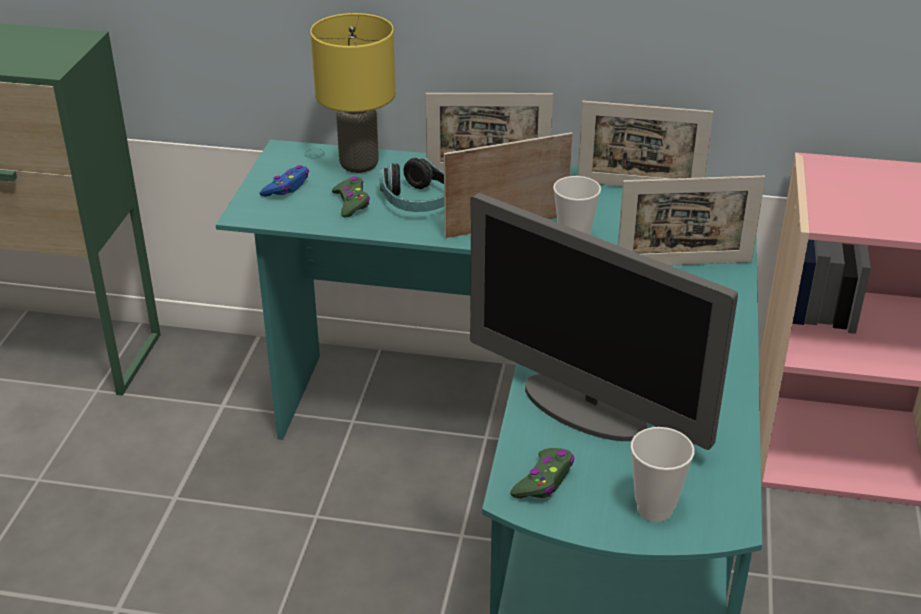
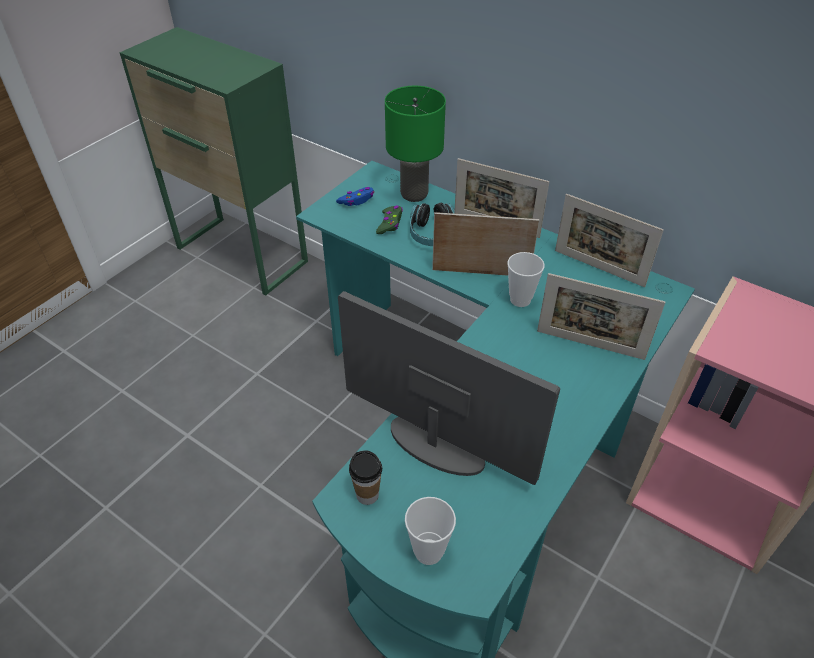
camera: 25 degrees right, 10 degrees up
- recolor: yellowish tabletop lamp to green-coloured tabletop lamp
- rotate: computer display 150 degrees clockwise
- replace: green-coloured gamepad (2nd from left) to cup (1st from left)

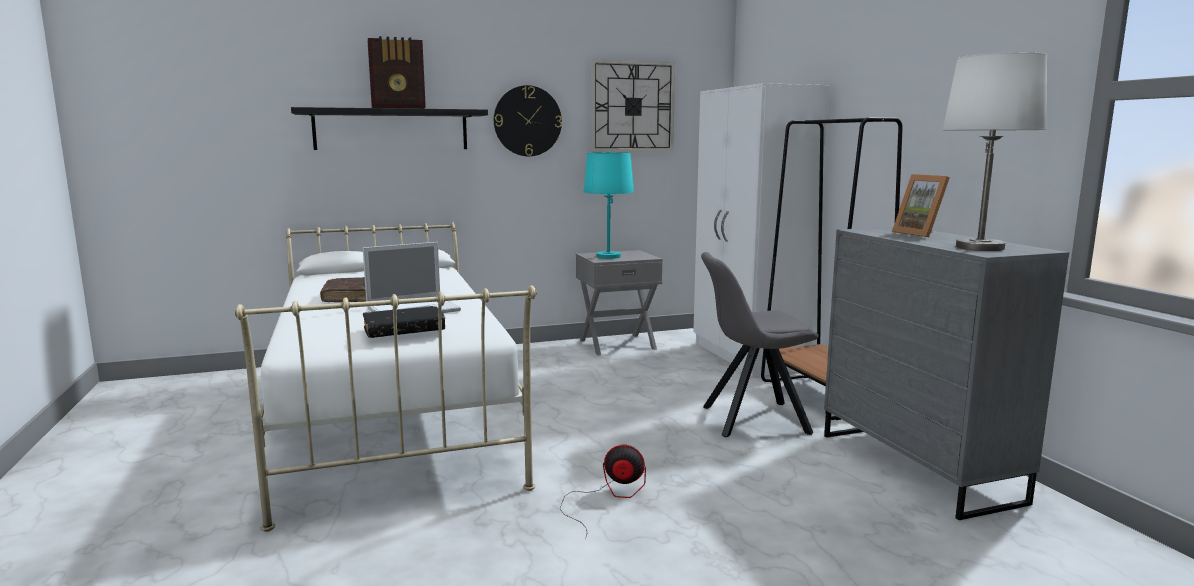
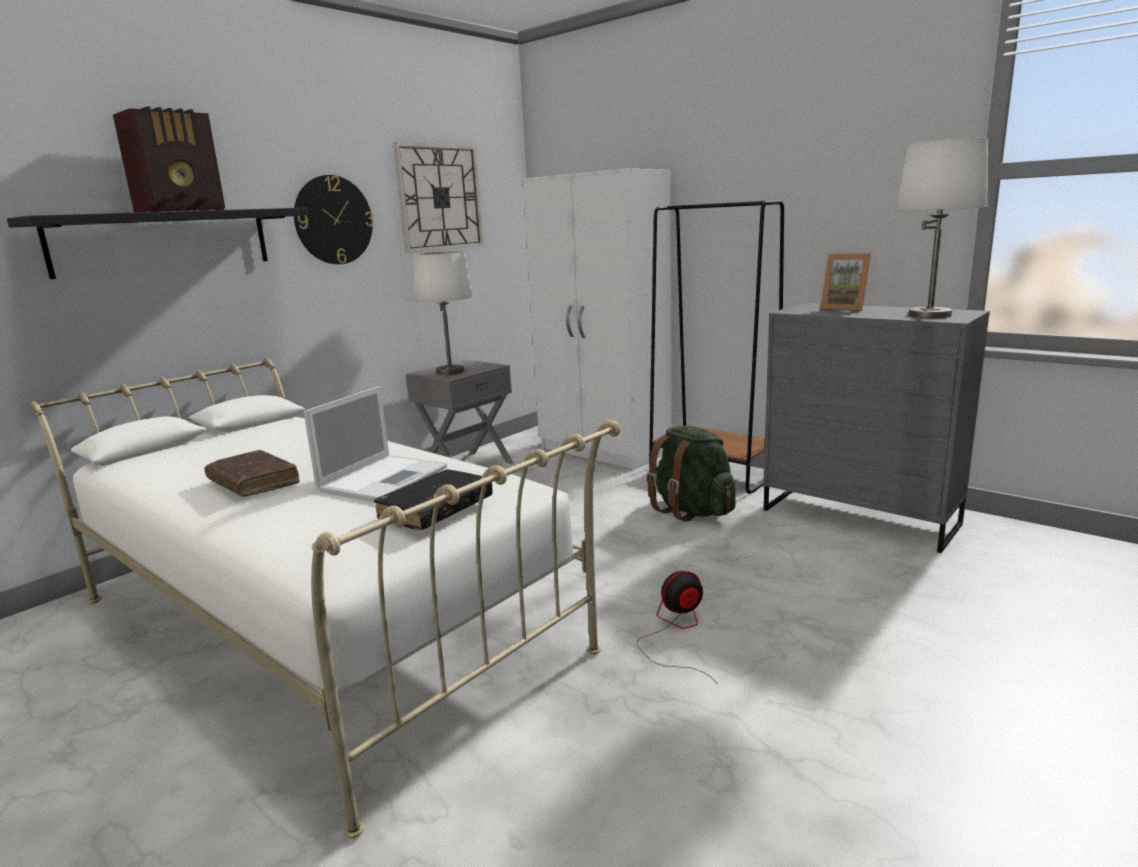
camera: 30 degrees left, 5 degrees up
- recolor: turquoise tabletop lamp to white tabletop lamp (1st from left)
- replace: greyish plain chair to green-coloured backpack

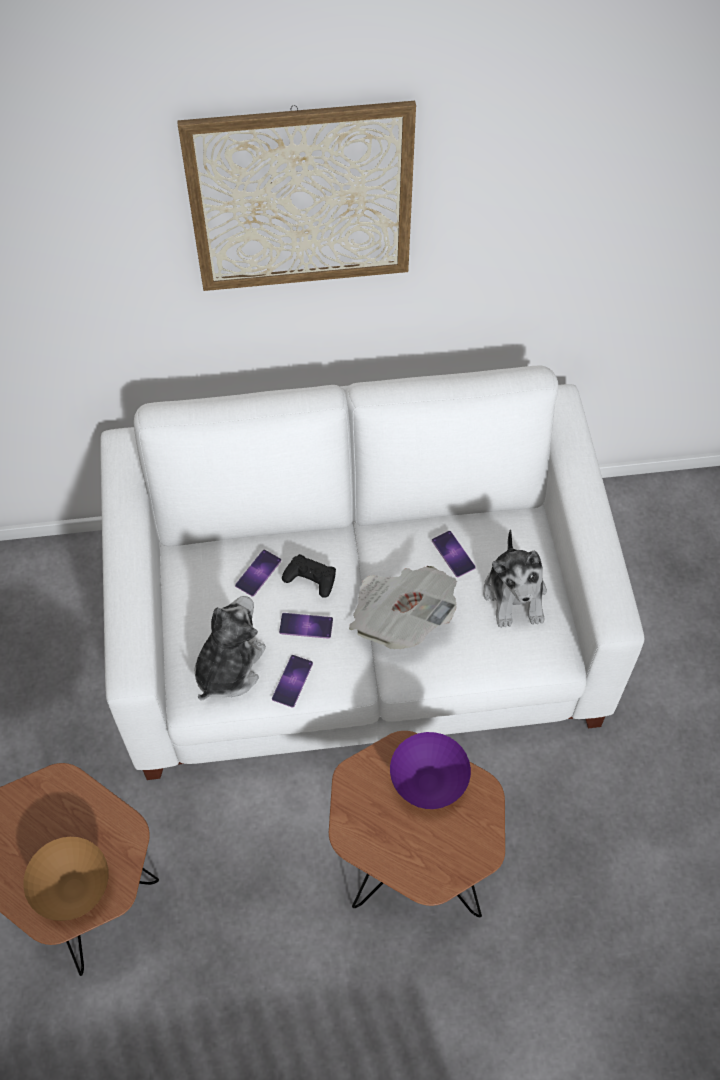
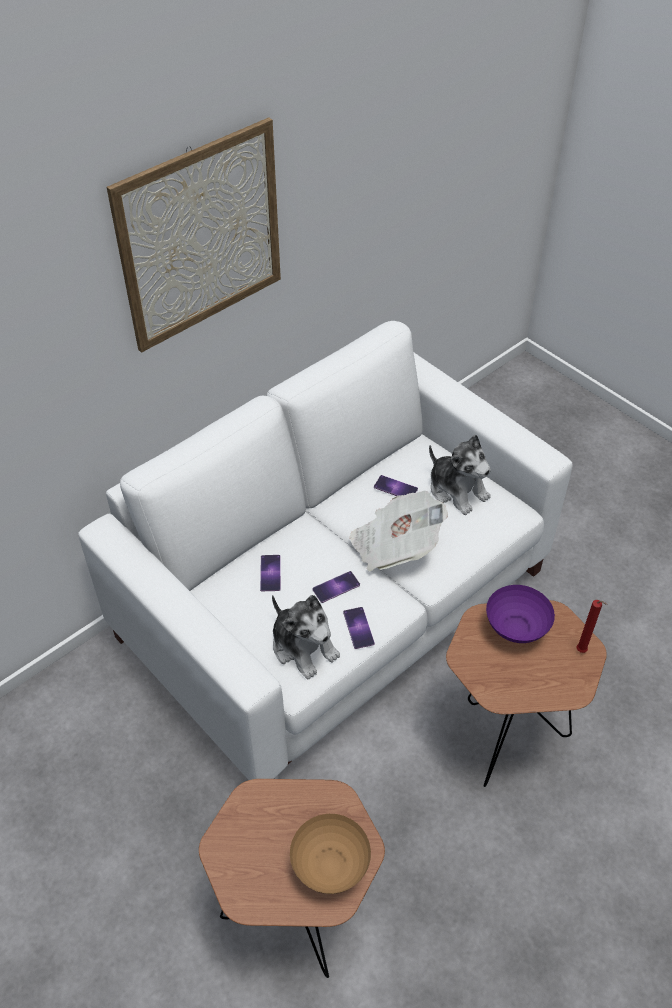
camera: 35 degrees left, 10 degrees down
- delete: black gamepad
- rotate: plush toy (1st from left) 150 degrees clockwise
- insert: red-coloured wax candle

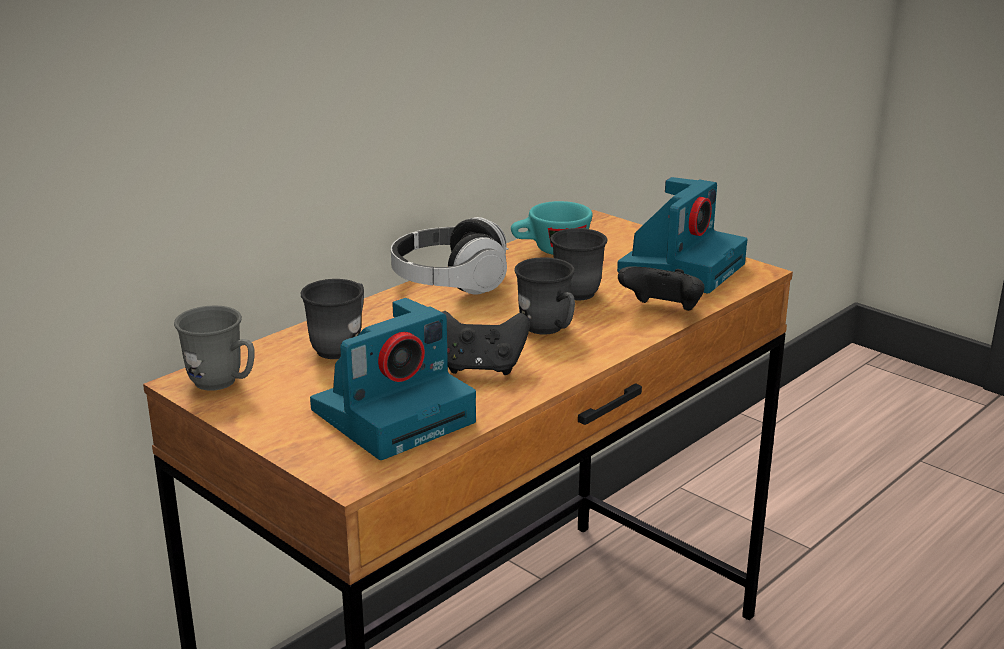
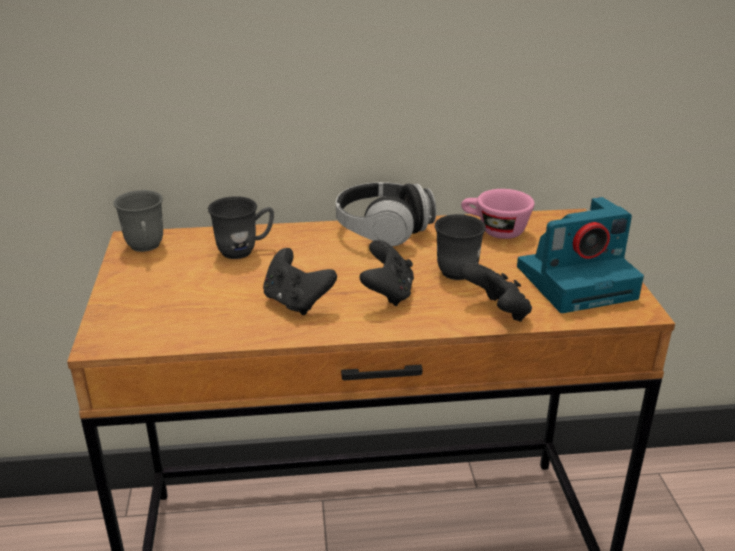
camera: 40 degrees right, 5 degrees up
- recolor: turquoise cup to pink cup
- replace: greyish coffee mug (3rd from left) to black gamepad (2nd from left)
- delete: still camera (1st from left)

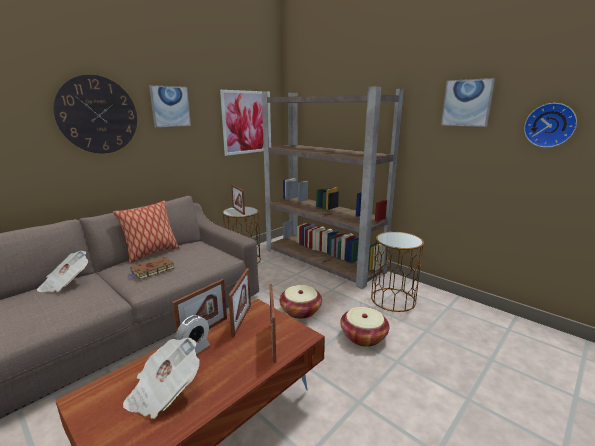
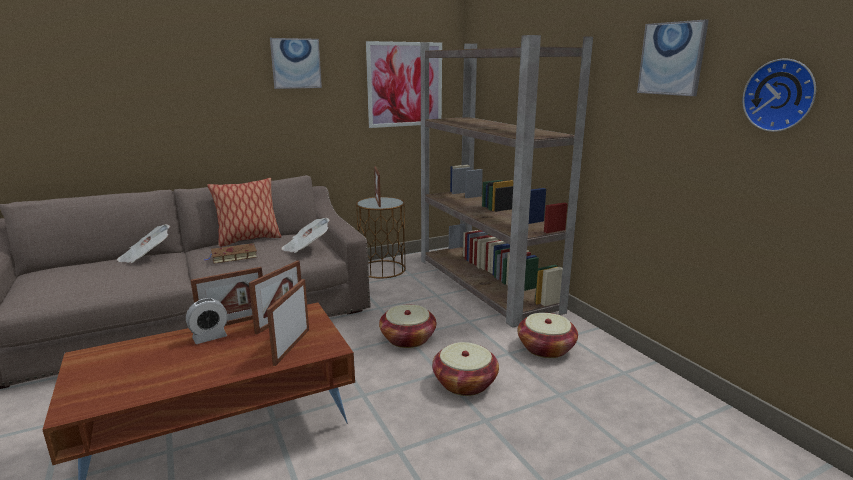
camera: 20 degrees right, 0 degrees up
- delete: wall clock (1st from left)
- replace: brown-coloured side table (2nd from left) to basket (3rd from left)
- move: daily paper (2nd from left)

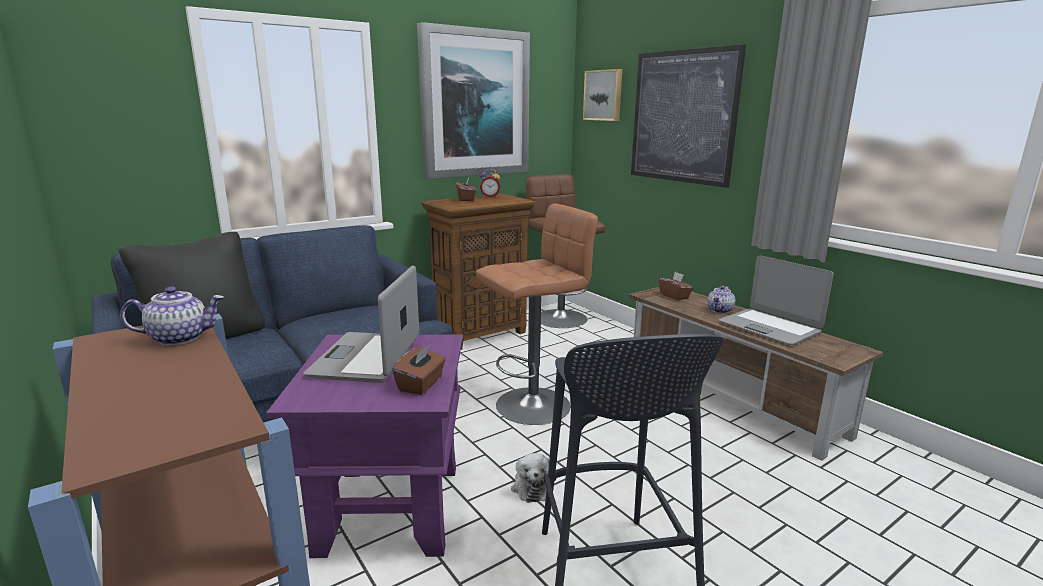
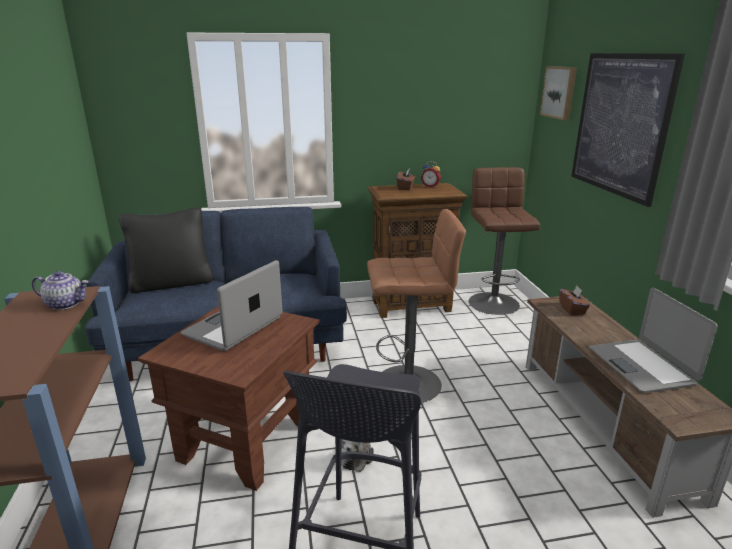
camera: 25 degrees right, 5 degrees up
- delete: wall art (1st from left)
- delete: teapot (2nd from left)
- recolor: purple-coloured side table to brown-coloured side table
- delete: brown-coloured box of tissues (1st from left)

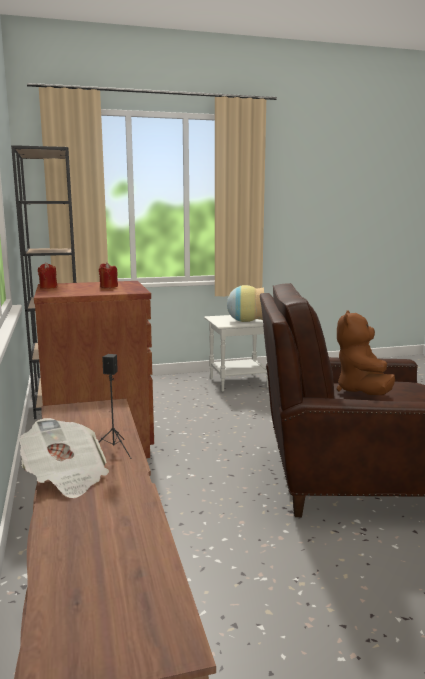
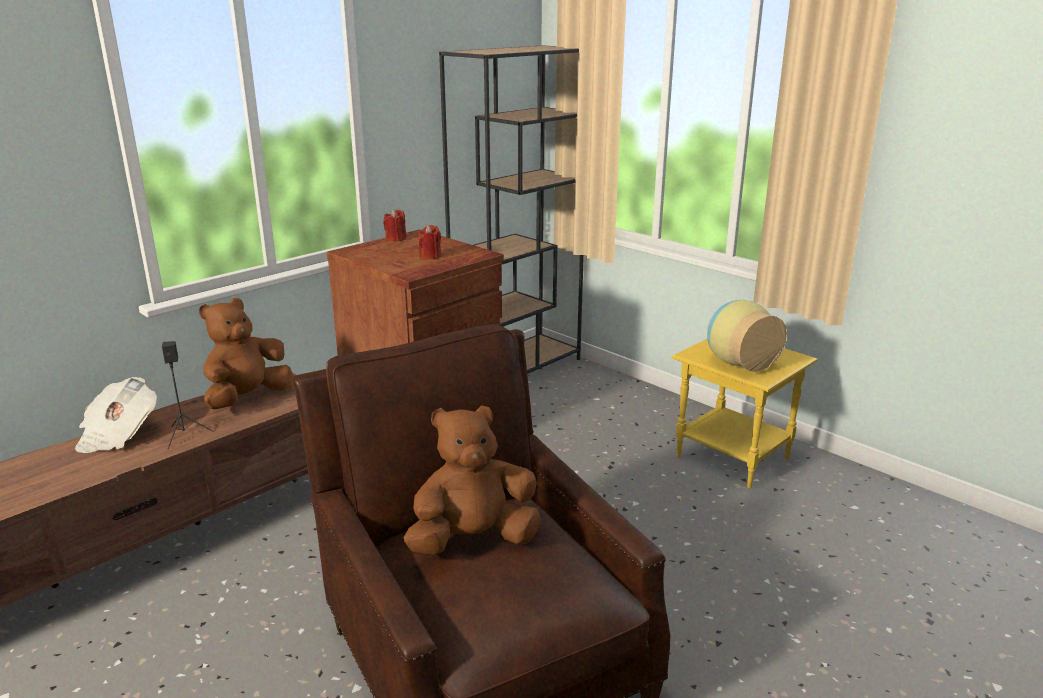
camera: 60 degrees right, 10 degrees up
- recolor: white side table to yellowish side table
- insert: brown-coloured plush toy (1st from left)

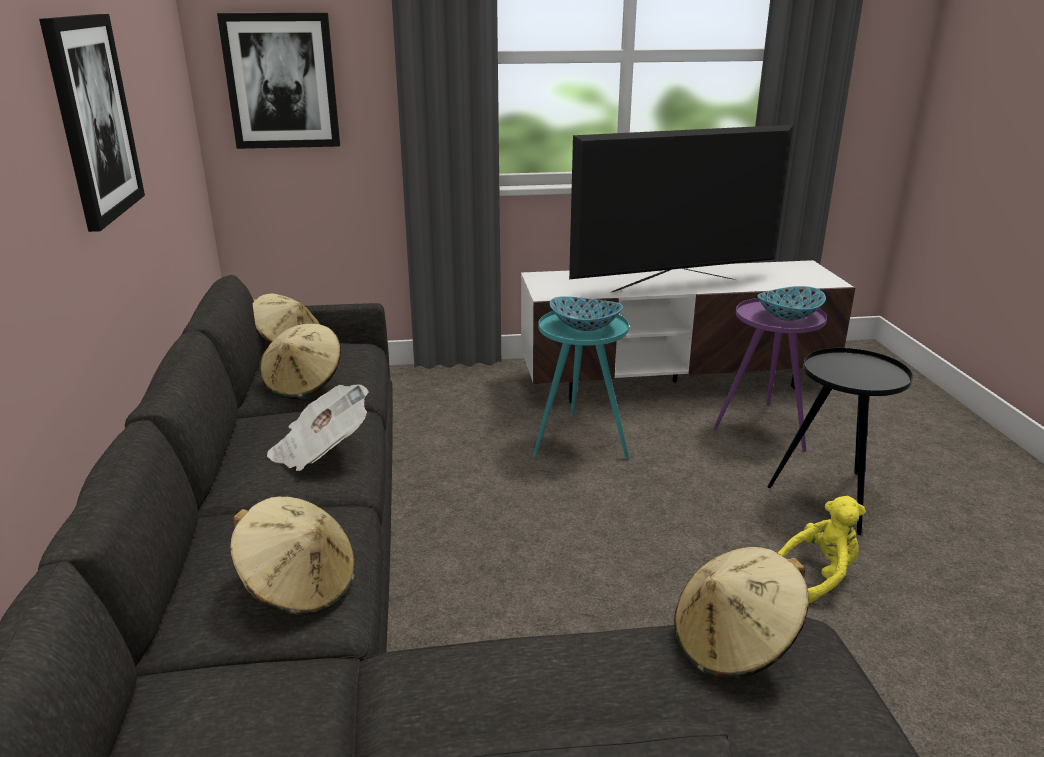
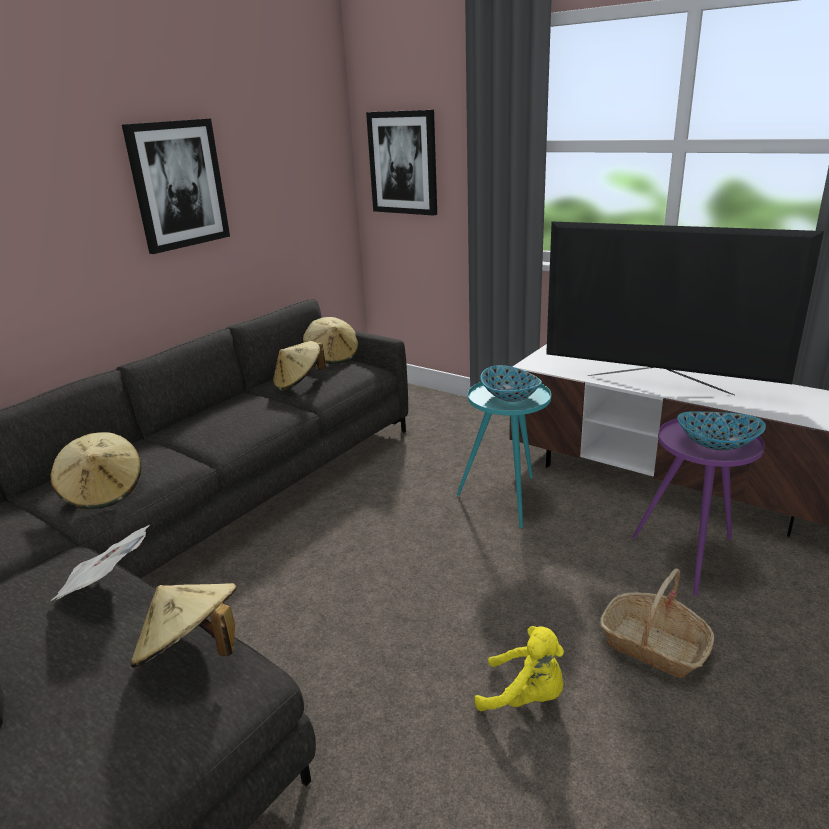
camera: 45 degrees right, 0 degrees up
- replace: black side table to basket
- move: daily paper

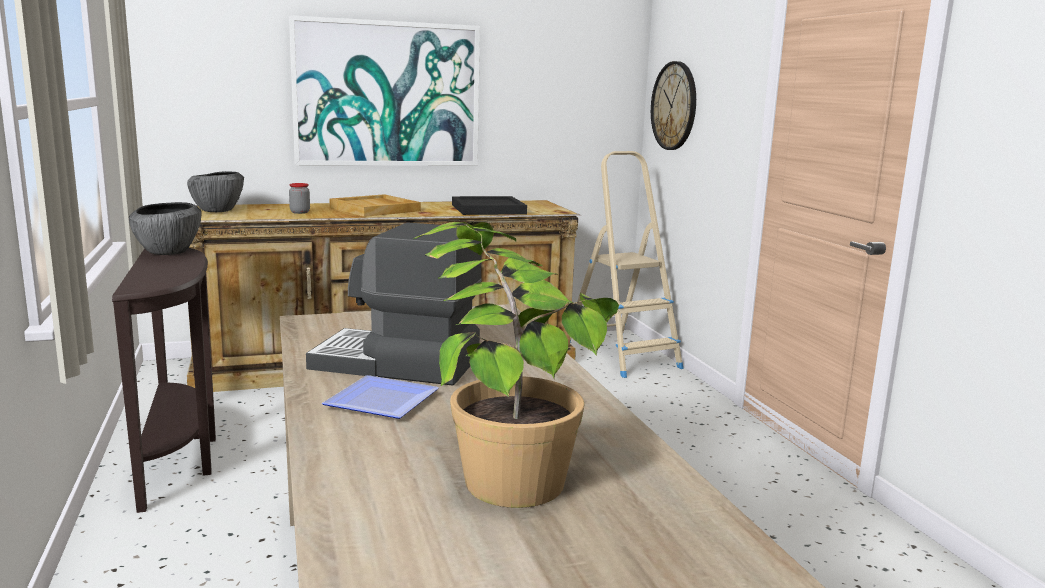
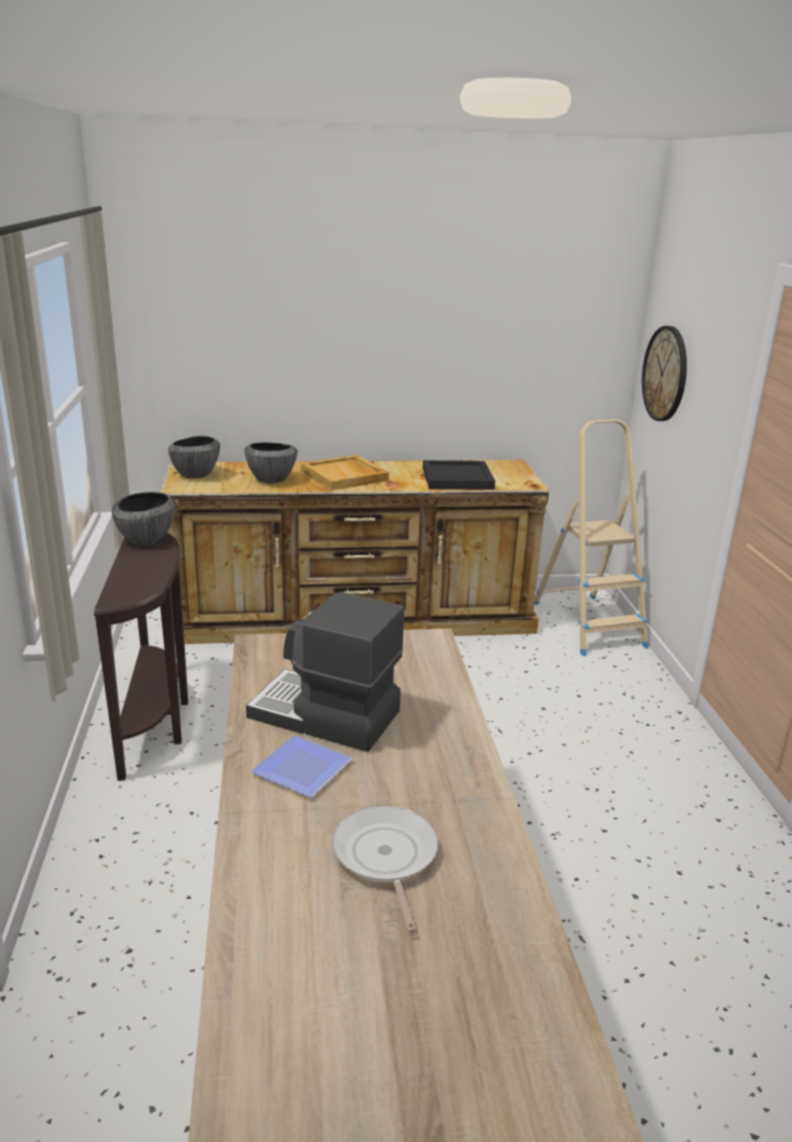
camera: 10 degrees right, 10 degrees up
- delete: wall art
- replace: storage jar to deep dish (3rd from left)
- replace: houseplant to skillet

